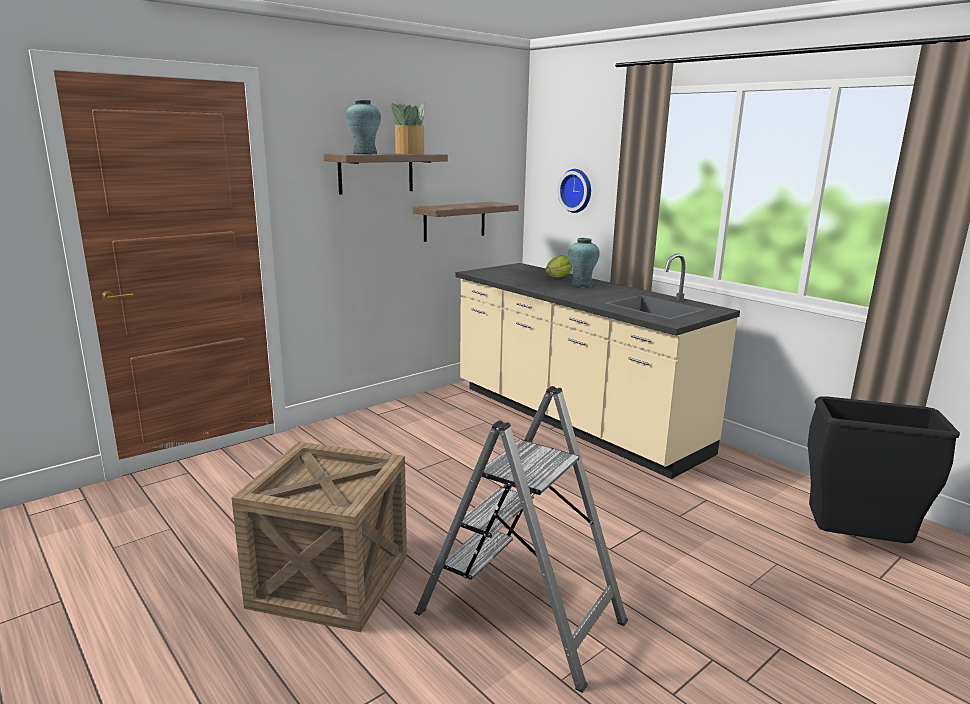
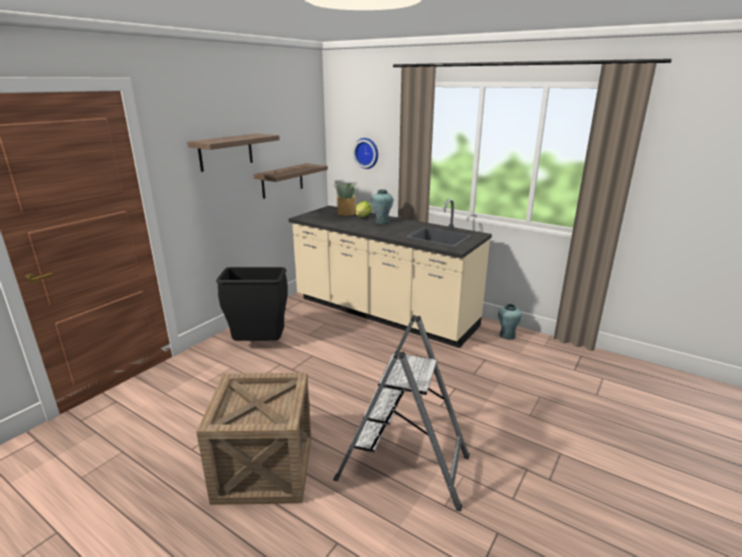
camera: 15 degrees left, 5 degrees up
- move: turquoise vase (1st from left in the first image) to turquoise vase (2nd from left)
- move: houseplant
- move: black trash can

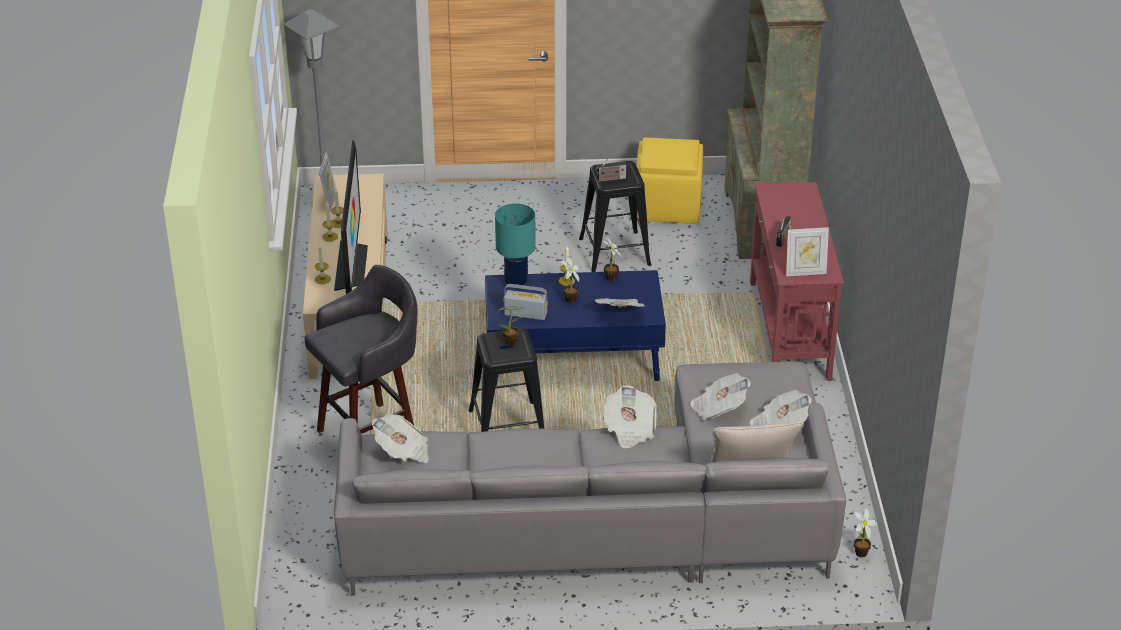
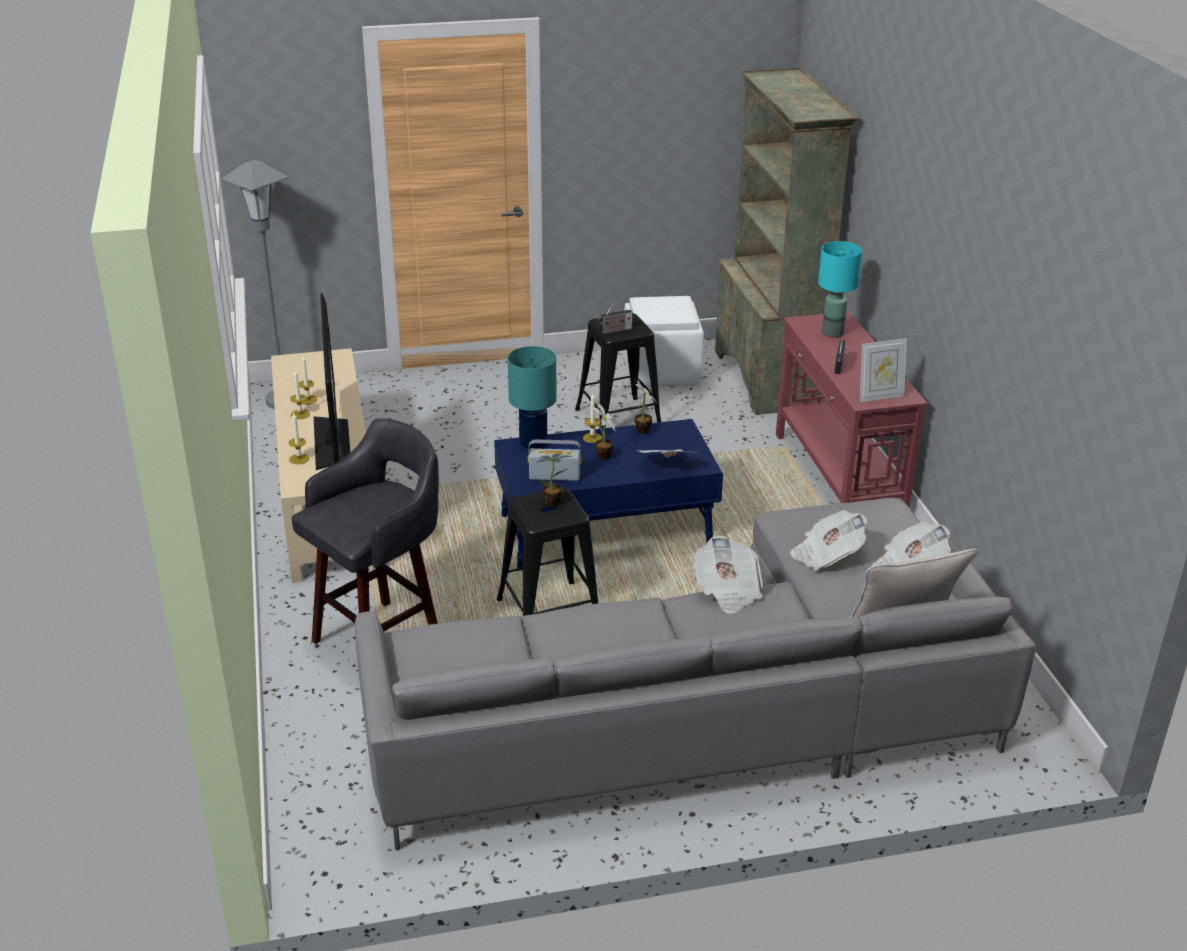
camera: 10 degrees left, 5 degrees down
- recolor: yellowish pouffe to white pouffe
- delete: standing frame (1st from left)
- delete: daily paper (1st from left)
- delete: houseplant (4th from left)
- insert: turquoise tabletop lamp (2nd from left)

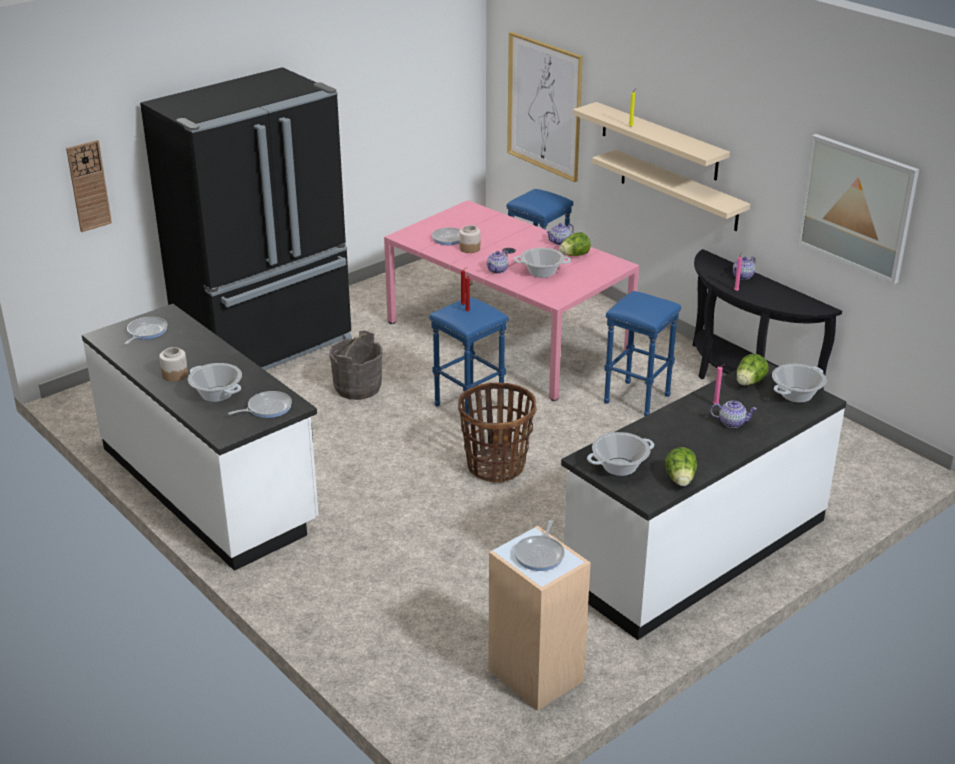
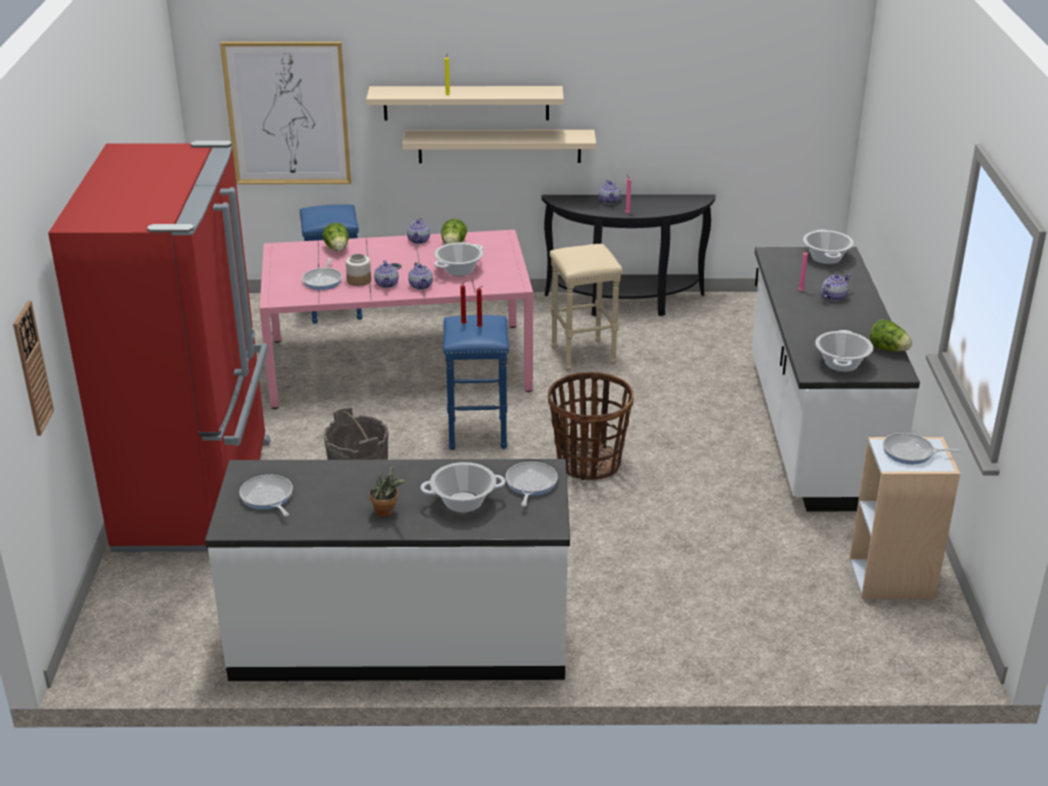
camera: 50 degrees left, 0 degrees up
- recolor: black fridge to red-coloured fridge
- delete: wall art (2nd from left)
- recolor: bluish sitting stool (3rd from left) to sand-coloured sitting stool
- replace: storage jar (1st from left) to houseplant
- move: head of lettuce (3rd from left in the first image) to head of lettuce (1st from left)
- rotate: skillet (4th from left) 135 degrees clockwise
- insert: teapot (1st from left)

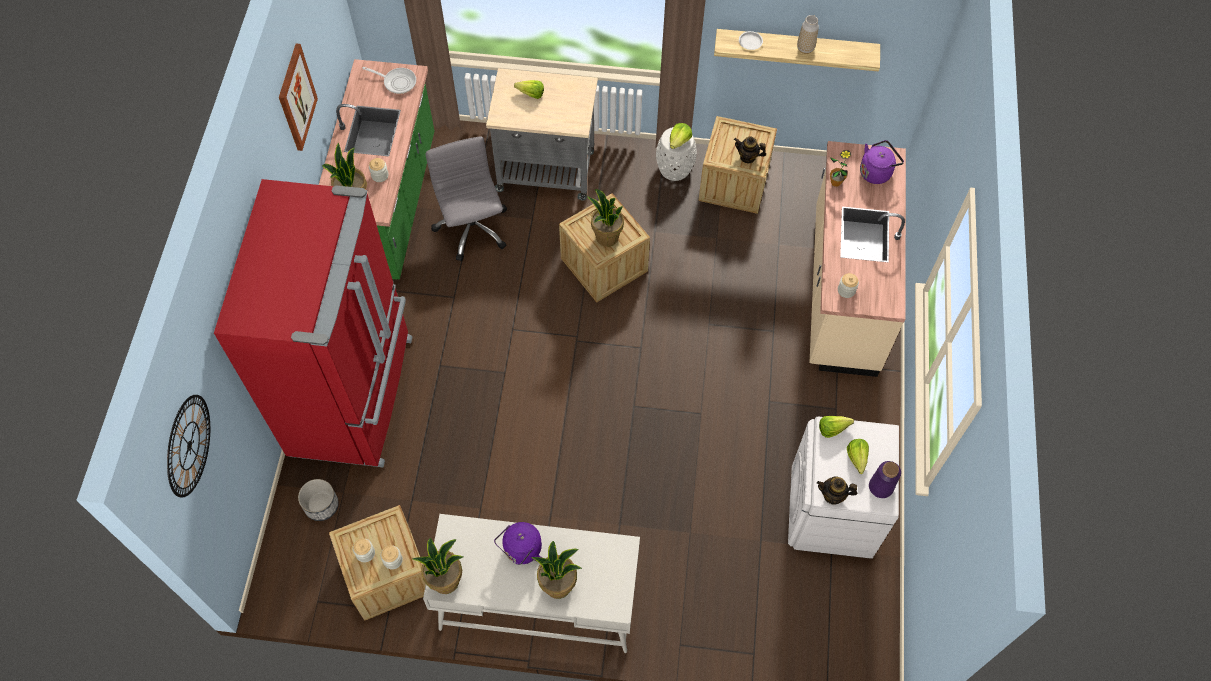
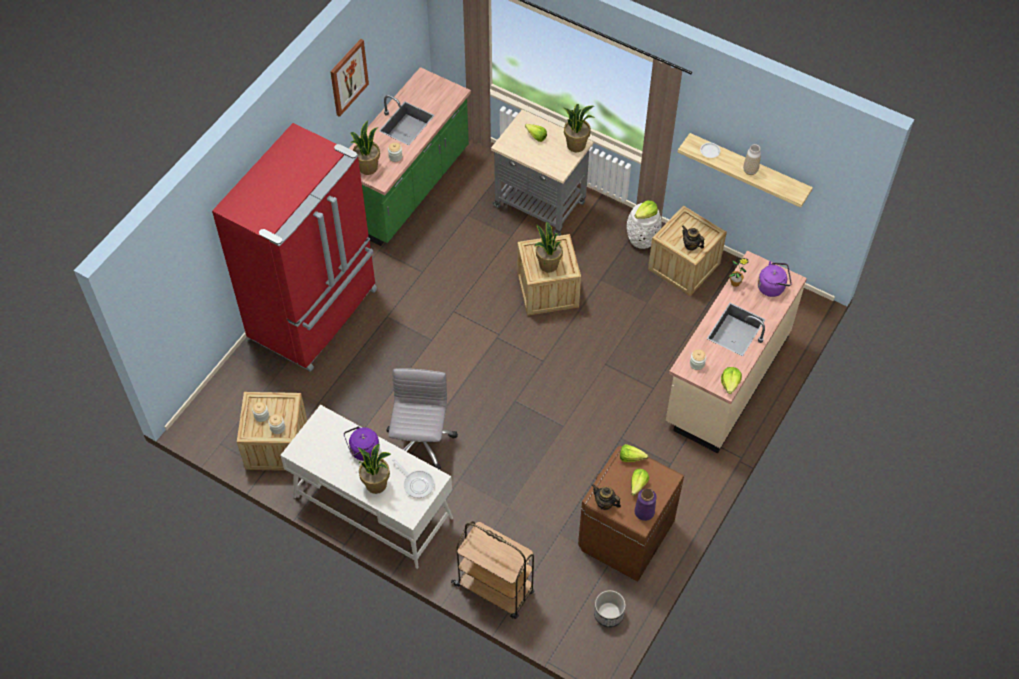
camera: 25 degrees right, 5 degrees down
- move: skillet
- move: greyish desk chair
- delete: wall clock
- recolor: white laundry appliance to brown-coloured laundry appliance
- move: planter
- move: houseplant (2nd from left in the first image) to houseplant (4th from left)
- insert: head of lettuce (5th from left)
- insert: brown-coloured trolley

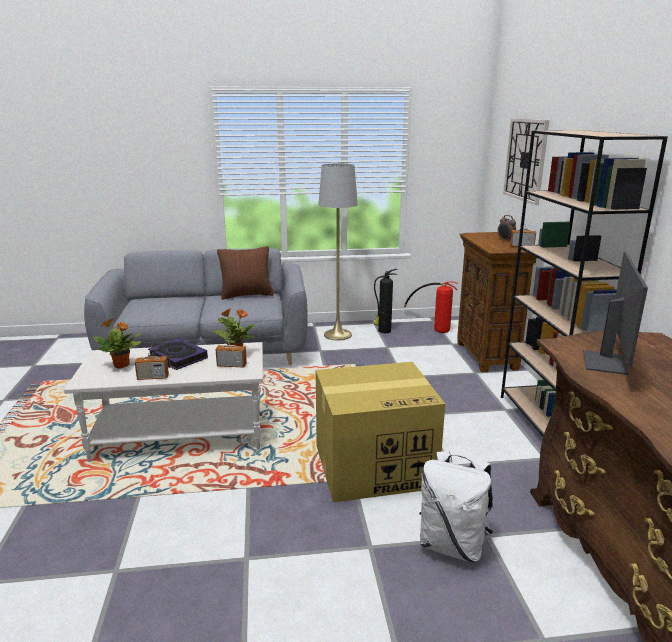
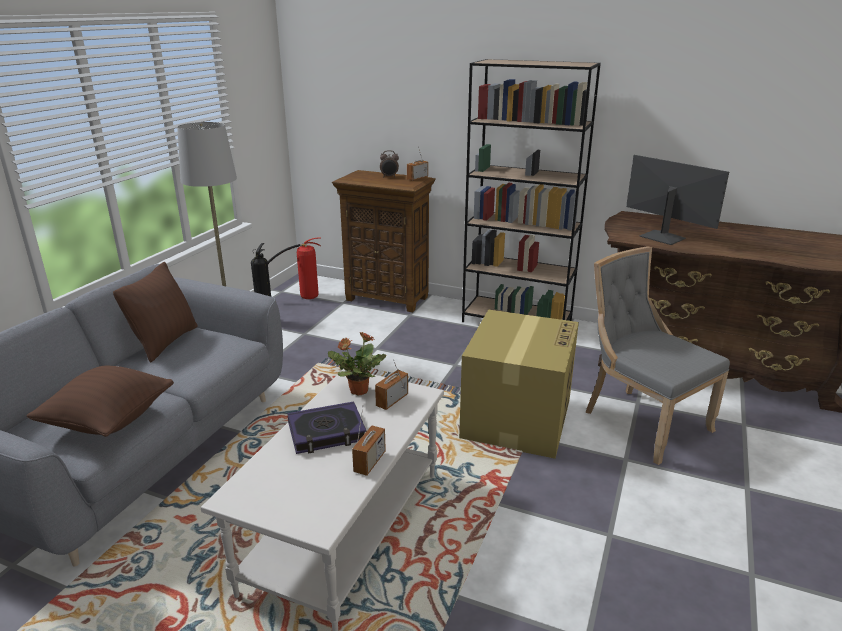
camera: 60 degrees left, 5 degrees up
- delete: wall clock
- delete: houseplant (1st from left)
- replace: white backpack to greyish plain chair
- insert: brown-coloured pillow (1st from left)

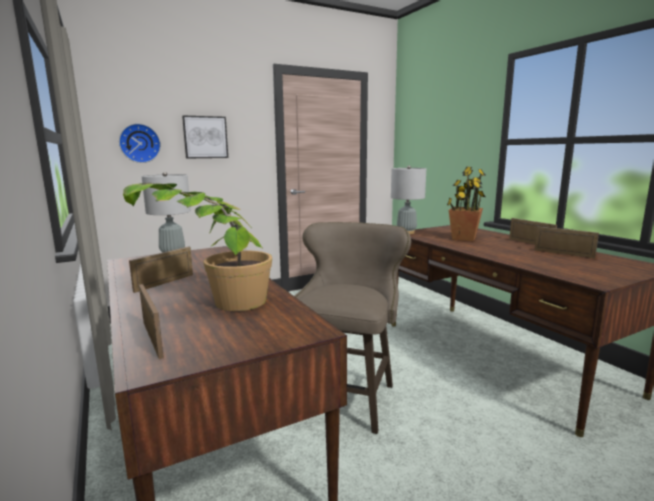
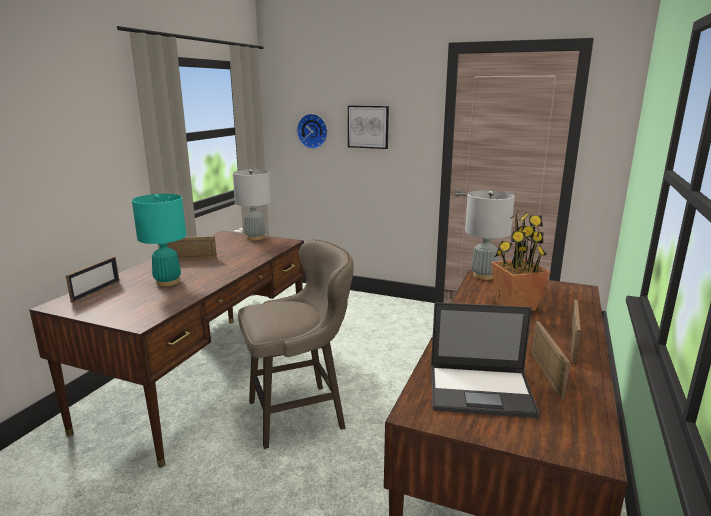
camera: 50 degrees right, 5 degrees up
- replace: houseplant (1st from left) to turquoise tabletop lamp
- insert: notebook computer

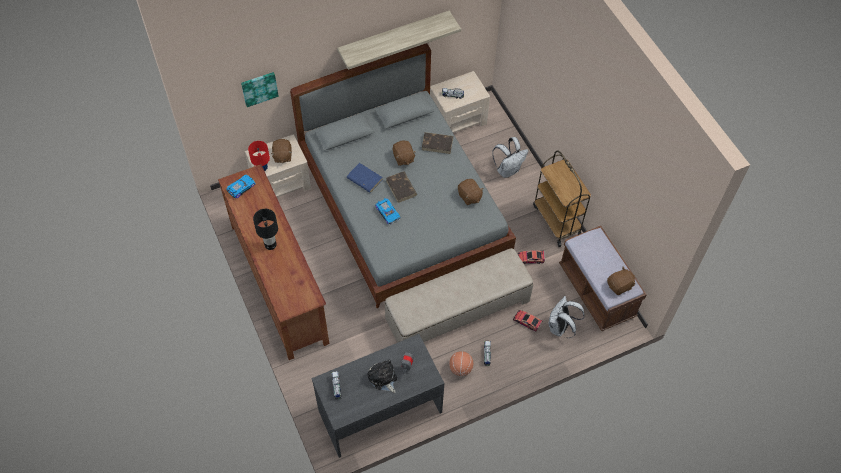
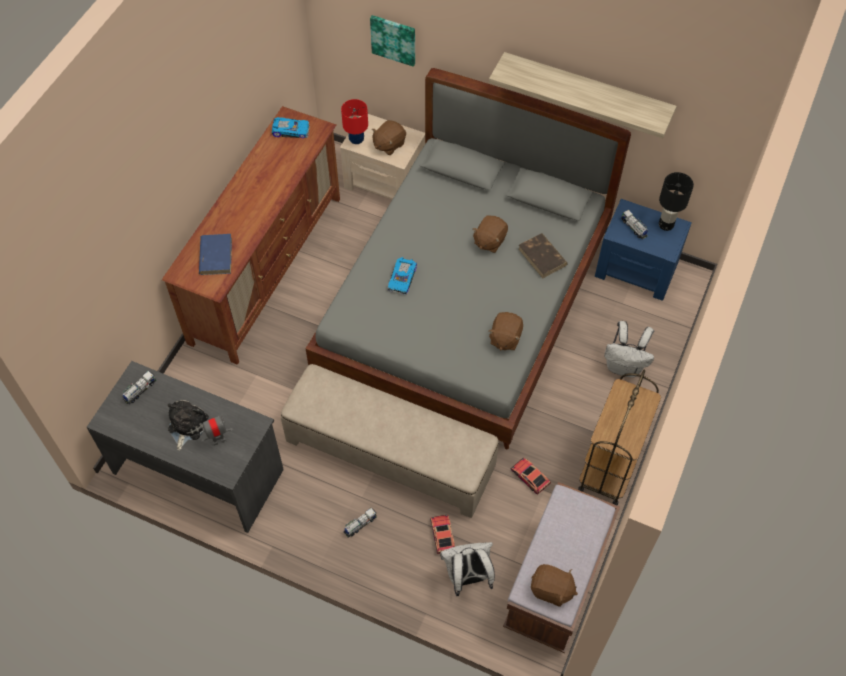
camera: 50 degrees right, 0 degrees up
- recolor: sand-coloured night table (2nd from left) to bluish night table
- move: bluish book
- delete: brown-coloured book (1st from left)
- move: black tabletop lamp
- delete: ball for basketball

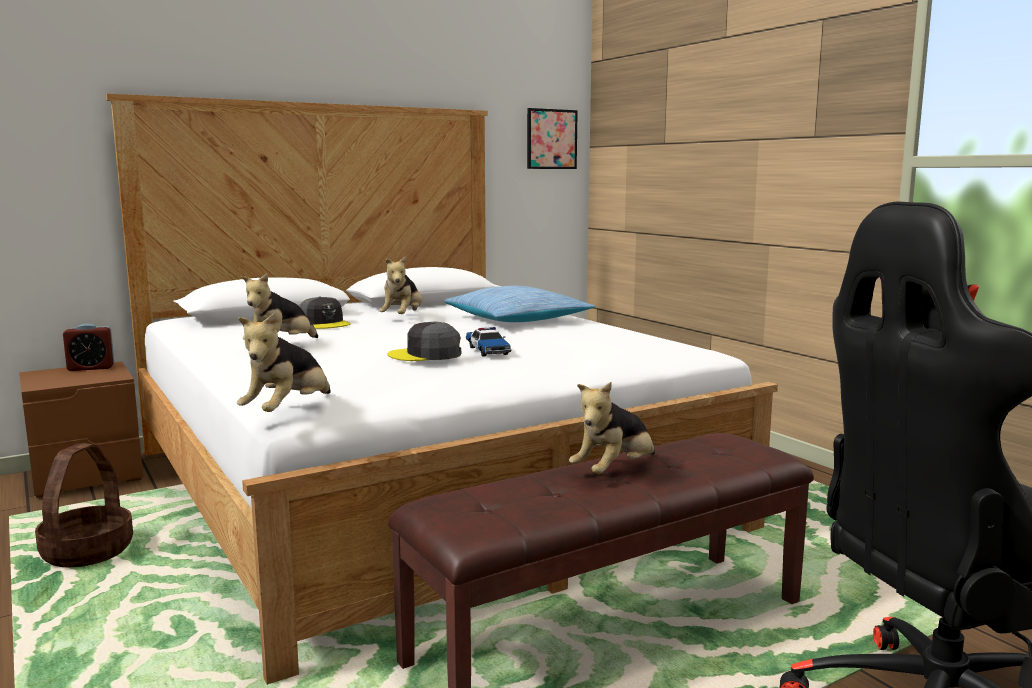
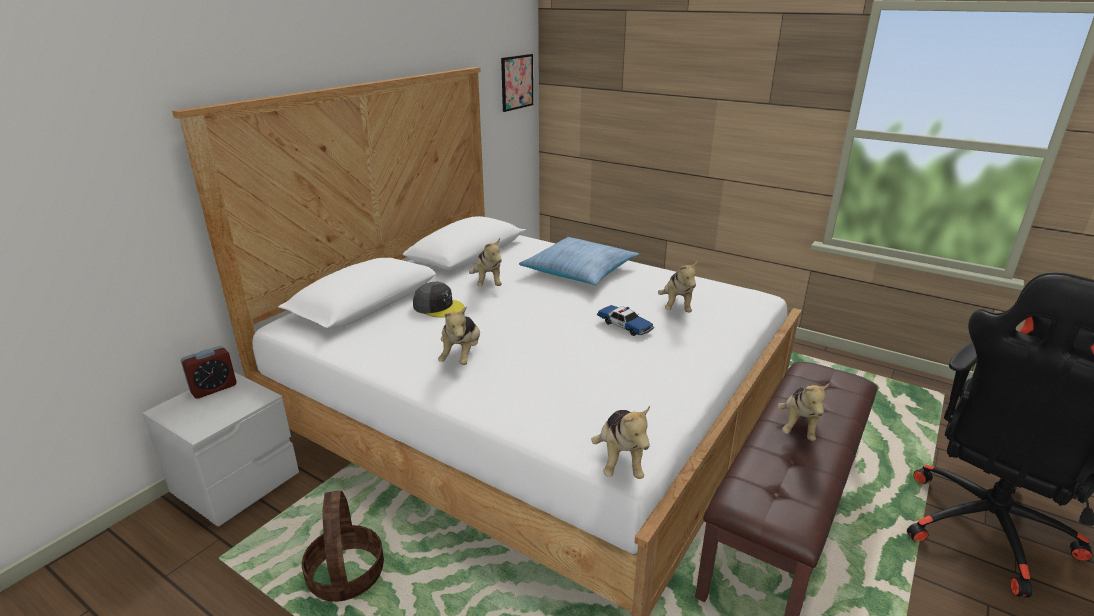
camera: 25 degrees left, 15 degrees up
- delete: greyish cap (2nd from left)
- recolor: brown-coloured night table to white night table
- insert: plush toy (4th from left)

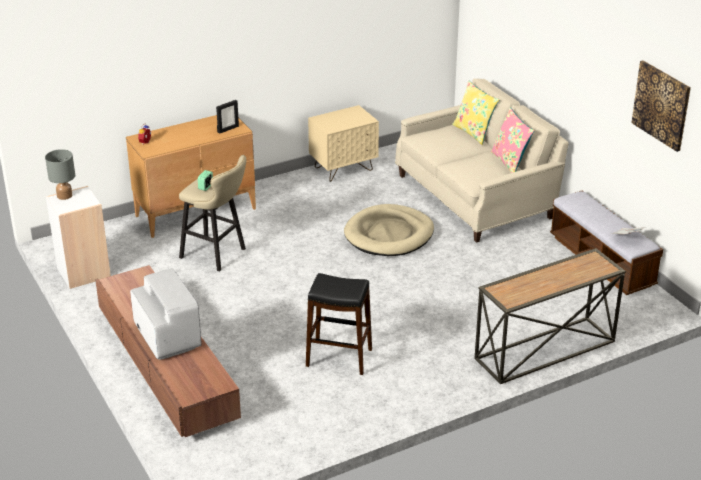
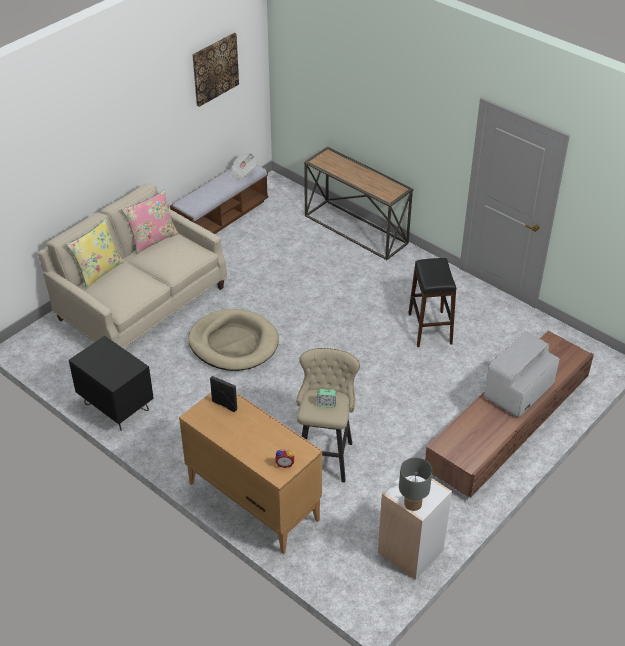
camera: 110 degrees left, 10 degrees up
- recolor: sand-coloured night table to black night table

